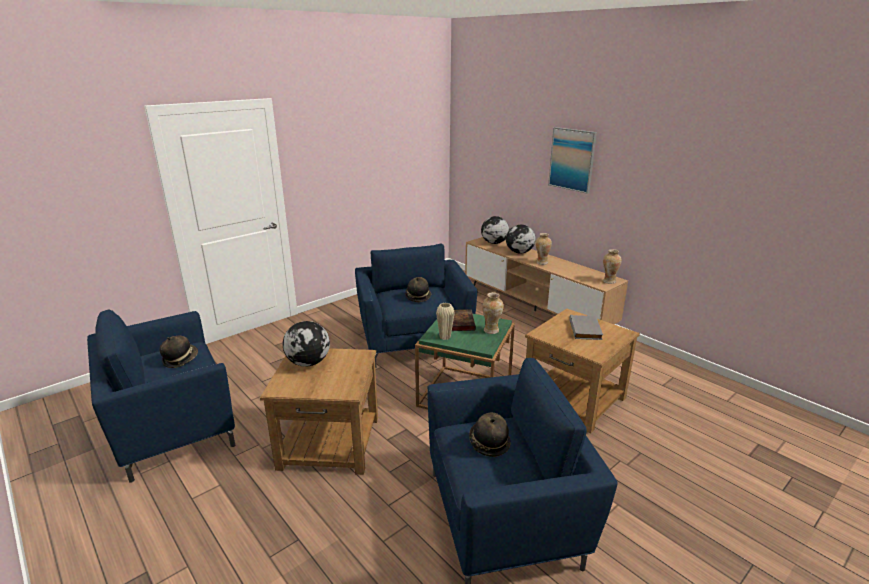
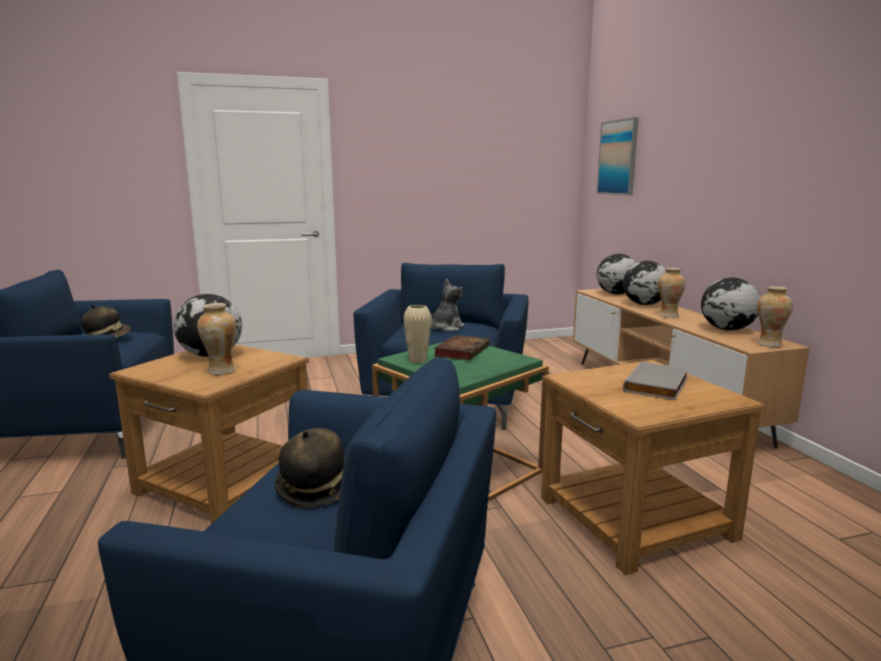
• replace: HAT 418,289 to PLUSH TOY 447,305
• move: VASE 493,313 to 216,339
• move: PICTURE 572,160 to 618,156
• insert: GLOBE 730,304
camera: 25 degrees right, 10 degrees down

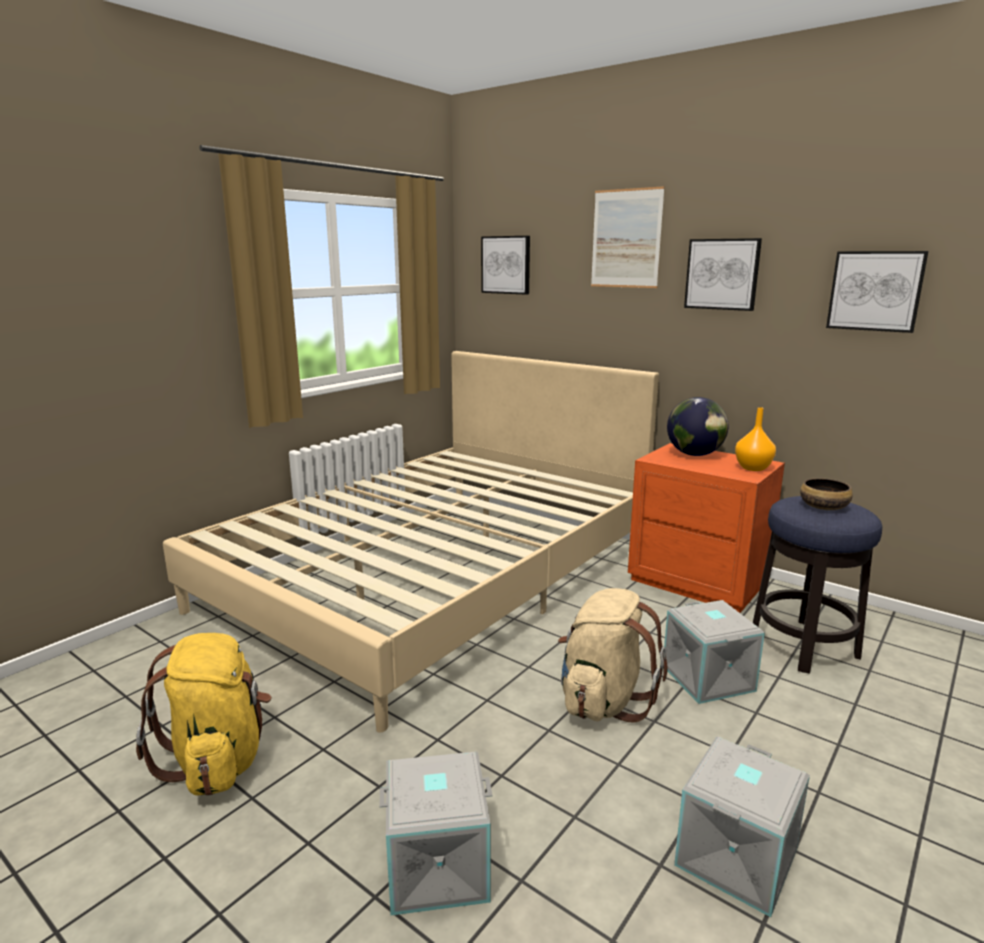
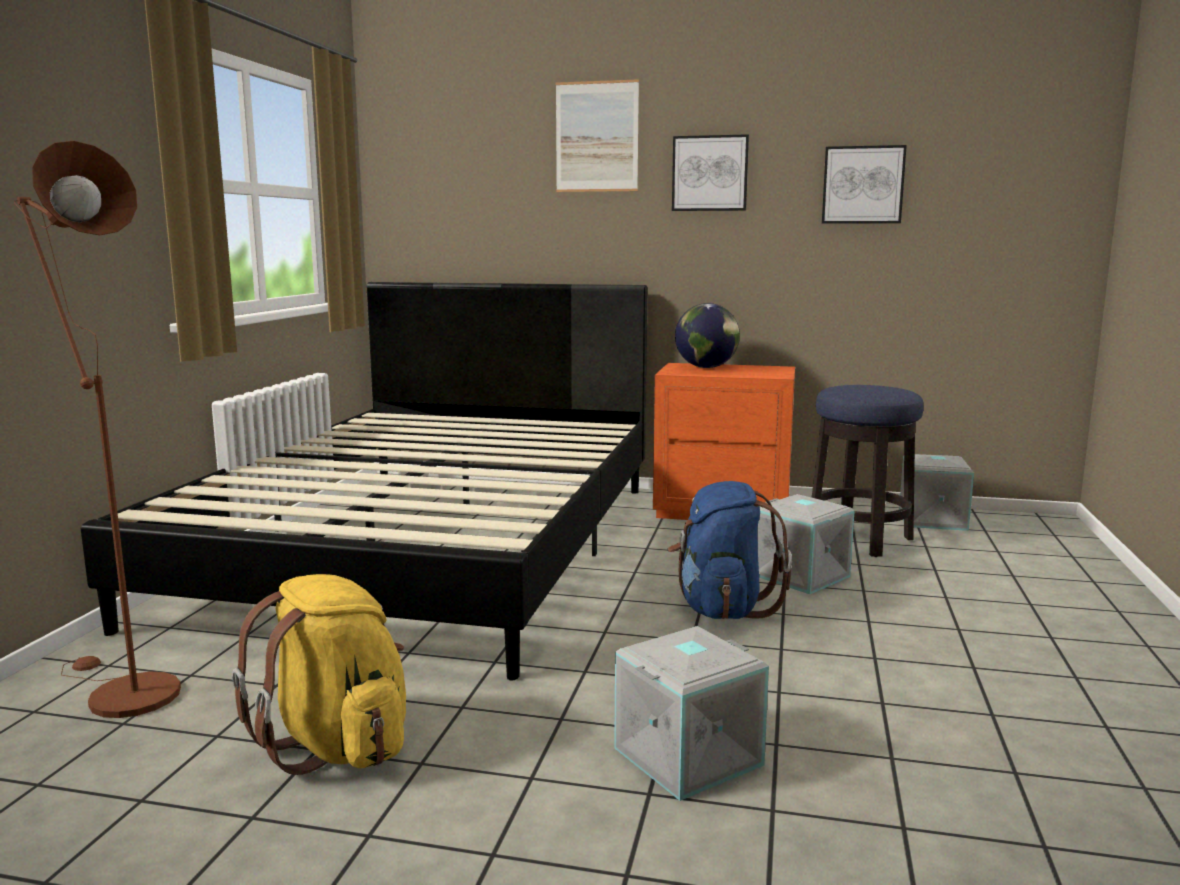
• recolor: BEIGE BED 411,542 to BLACK BED 364,481
• delete: PICTURE 505,265
• recolor: BEIGE BACKPACK 613,655 to BLUE BACKPACK 729,550
• move: GREY STORAGE BOX 742,827 to 936,492
• delete: ORANGE VASE 755,439
• delete: BOWL 826,494
• insert: BROWN FLOOR LAMP 97,429
camera: 25 degrees left, 5 degrees down

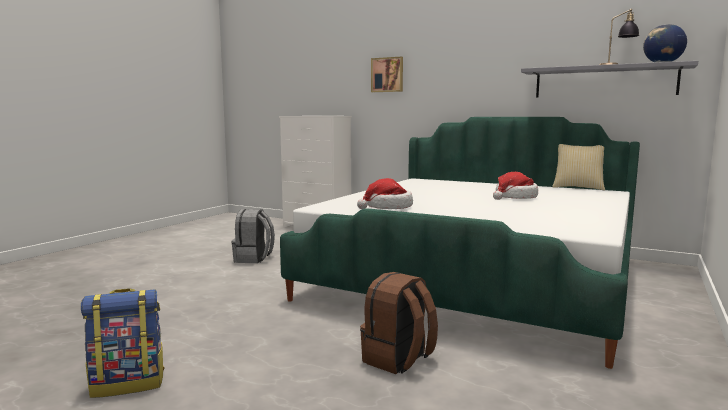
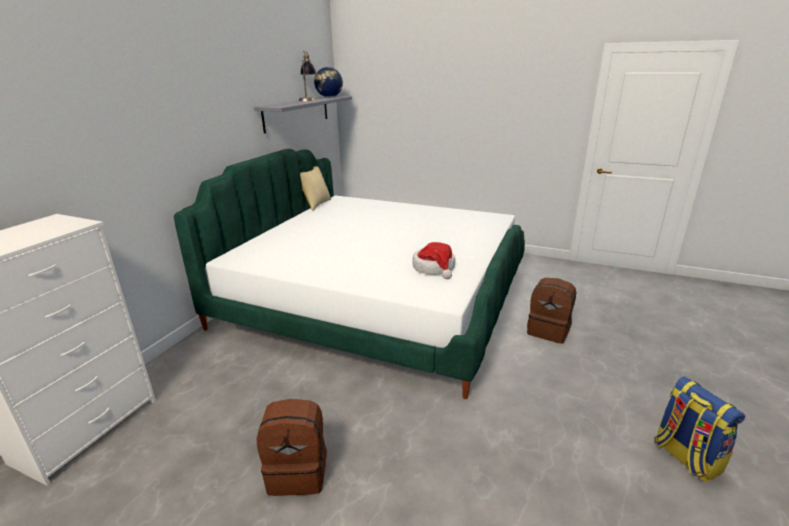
• recolor: GREY BACKPACK 253,236 to BROWN BACKPACK 291,447
• delete: PICTURE 387,74
• delete: HAT 515,186
camera: 95 degrees left, 15 degrees up

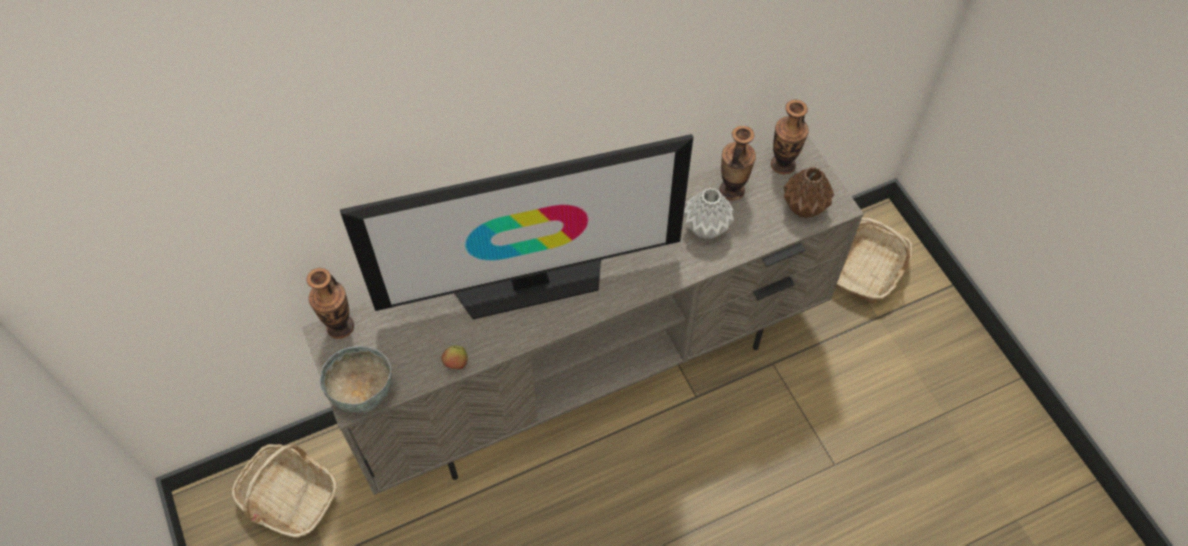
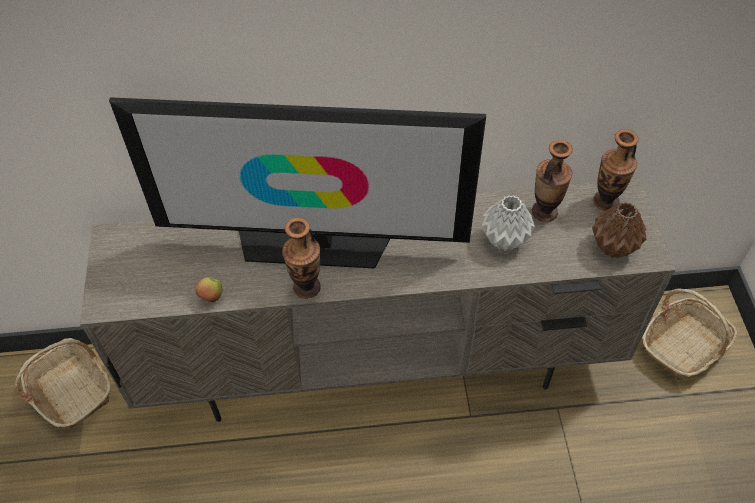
• move: VASE 330,303 to 301,258
• delete: GREY BOWL 356,379
camera: 20 degrees right, 5 degrees down

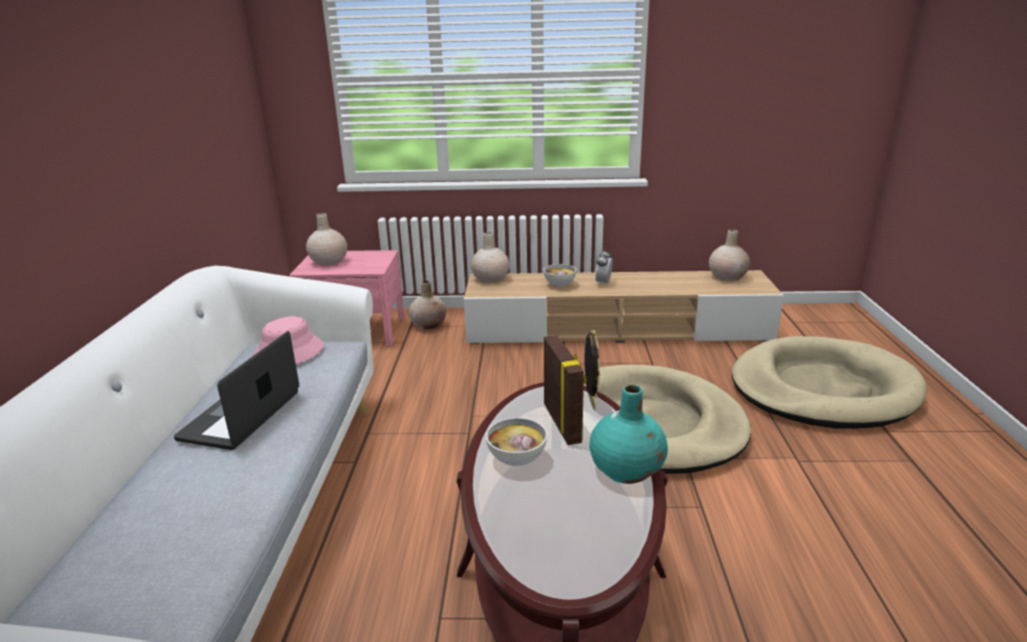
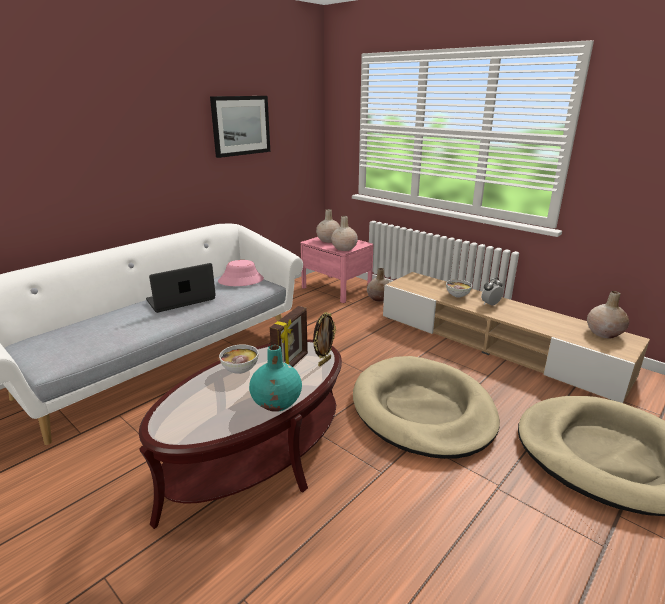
• move: BEIGE VASE 490,257 to 344,233
• insert: PICTURE 240,127
camera: 40 degrees right, 0 degrees up

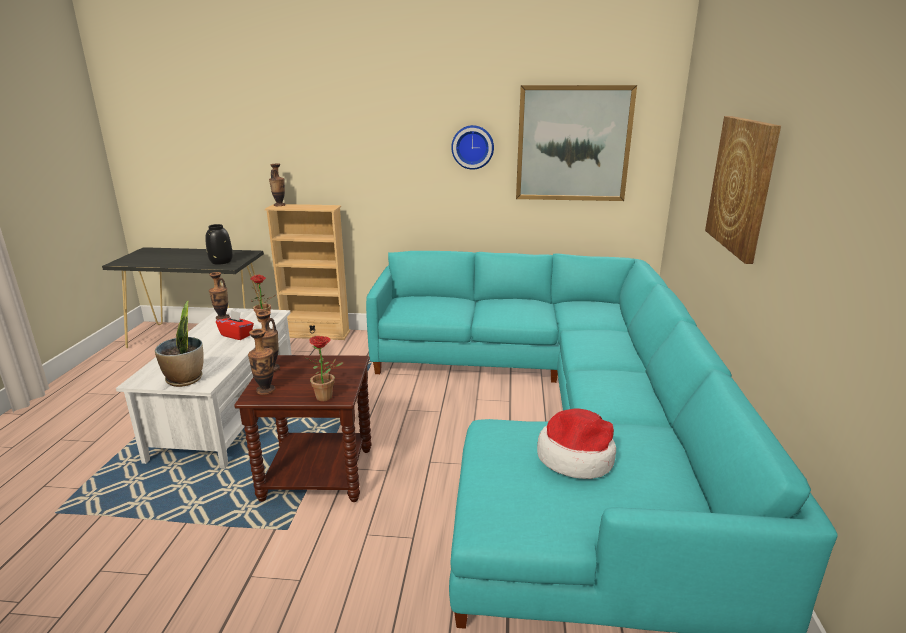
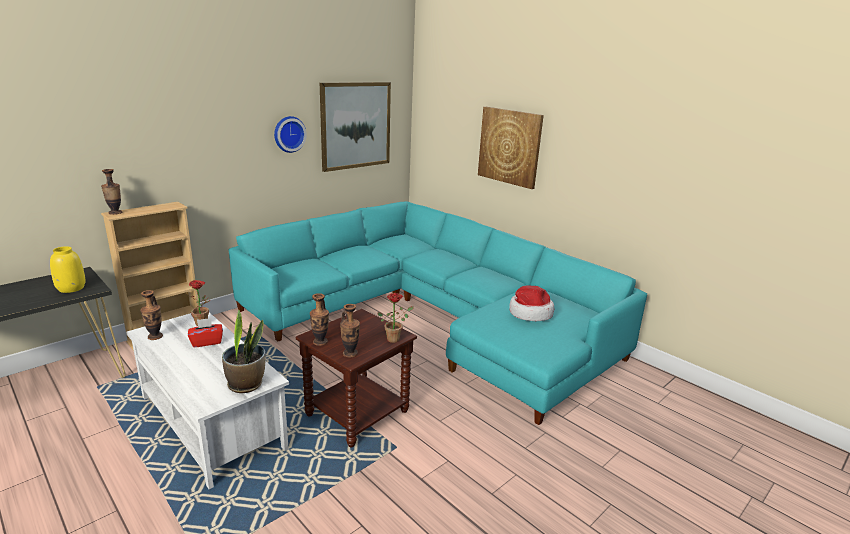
• recolor: BLACK VASE 219,244 to YELLOW VASE 68,269
camera: 50 degrees left, 0 degrees up

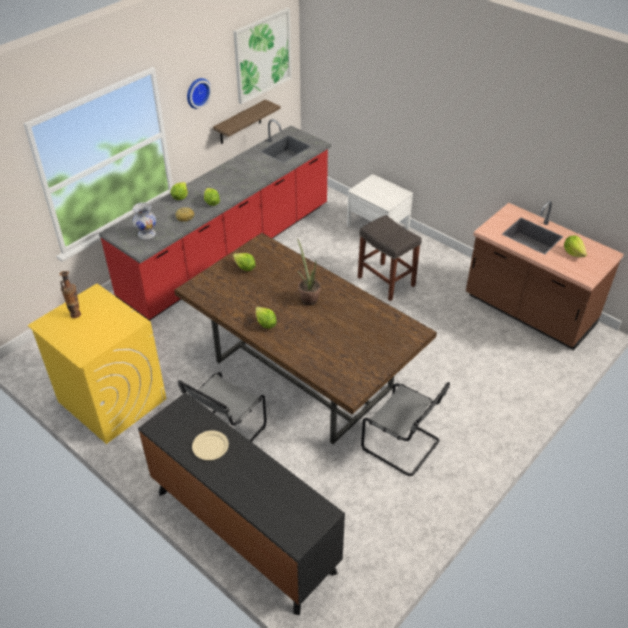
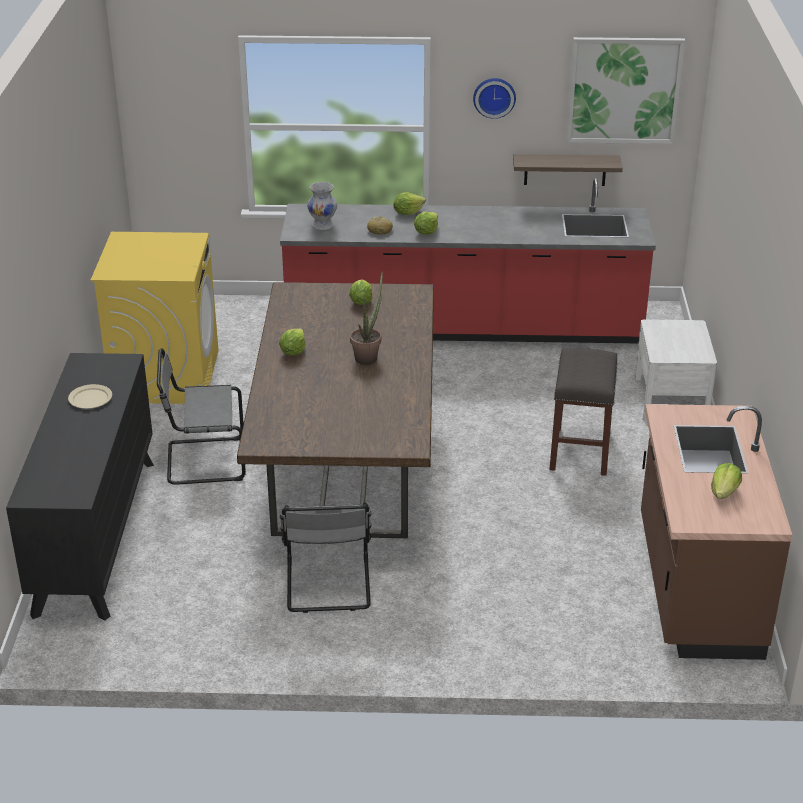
• delete: VASE 70,294
camera: 50 degrees right, 10 degrees down

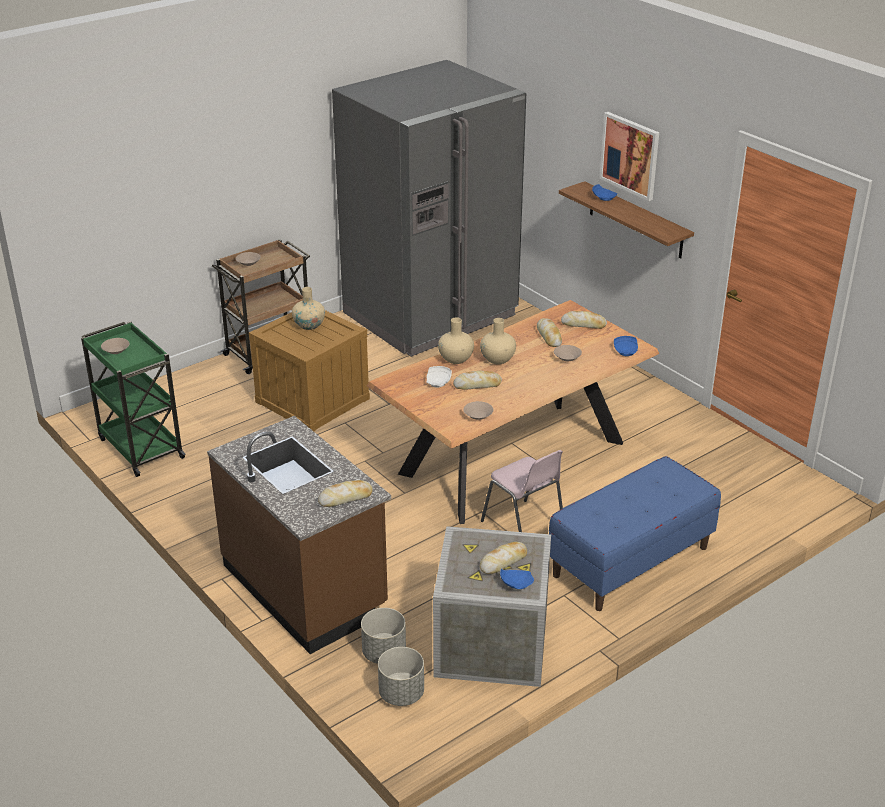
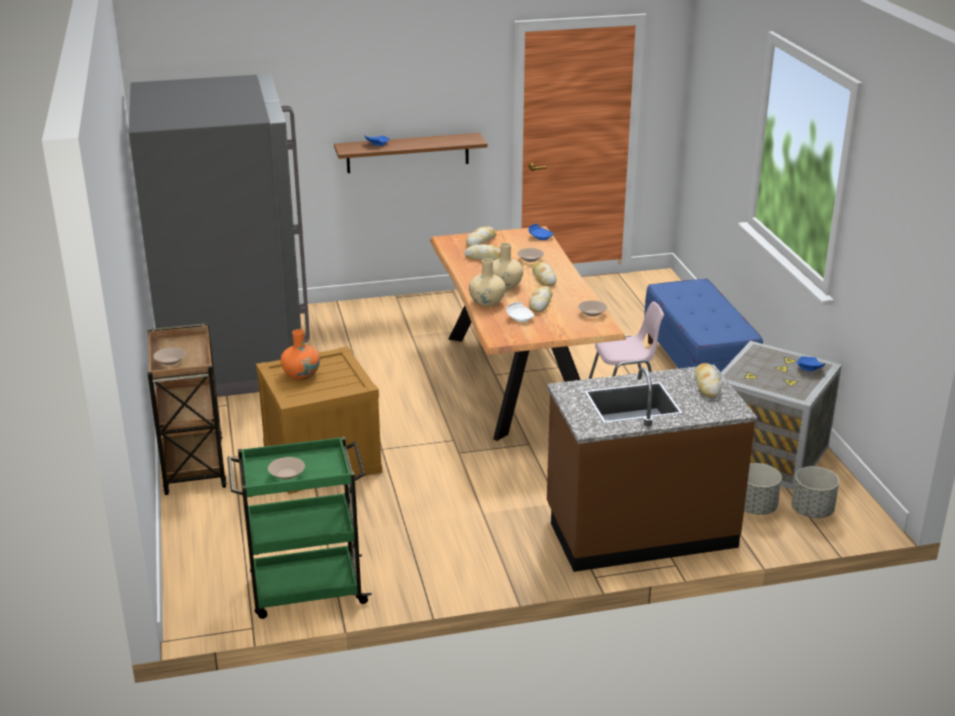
• recolor: BEIGE VASE 308,308 to ORANGE VASE 300,354
• move: BREAD 503,558 to 544,273
• delete: PICTURE 629,156
camera: 65 degrees left, 5 degrees down

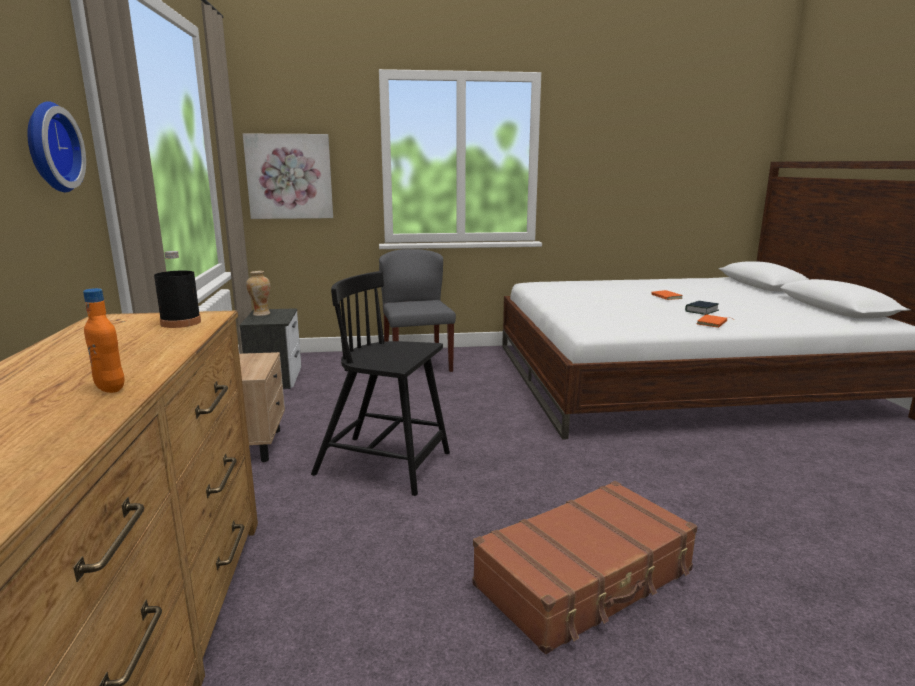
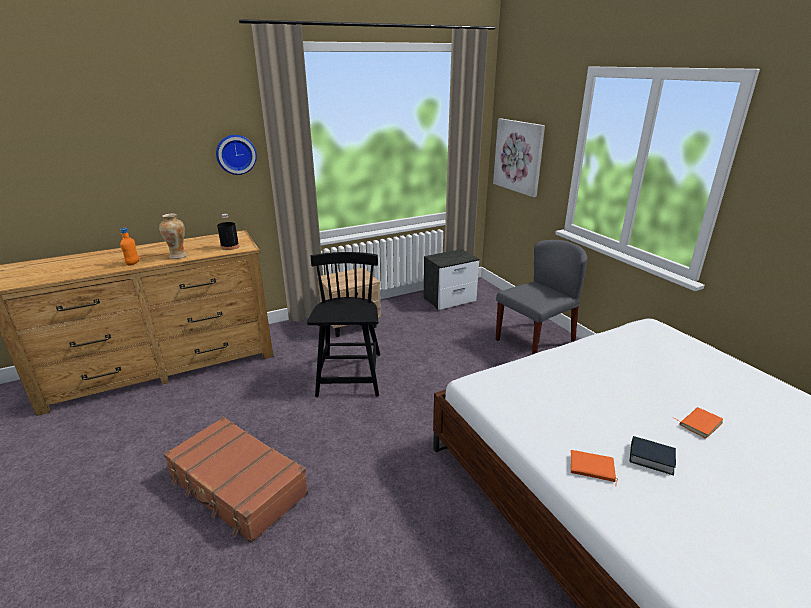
• move: VASE 258,293 to 173,236
camera: 70 degrees right, 10 degrees up

